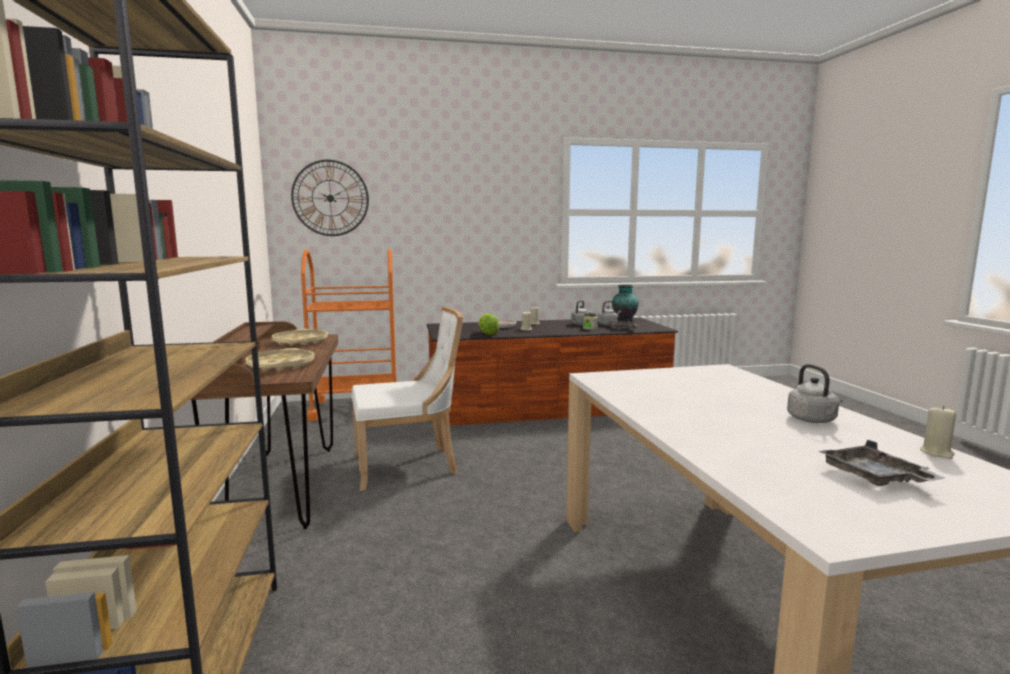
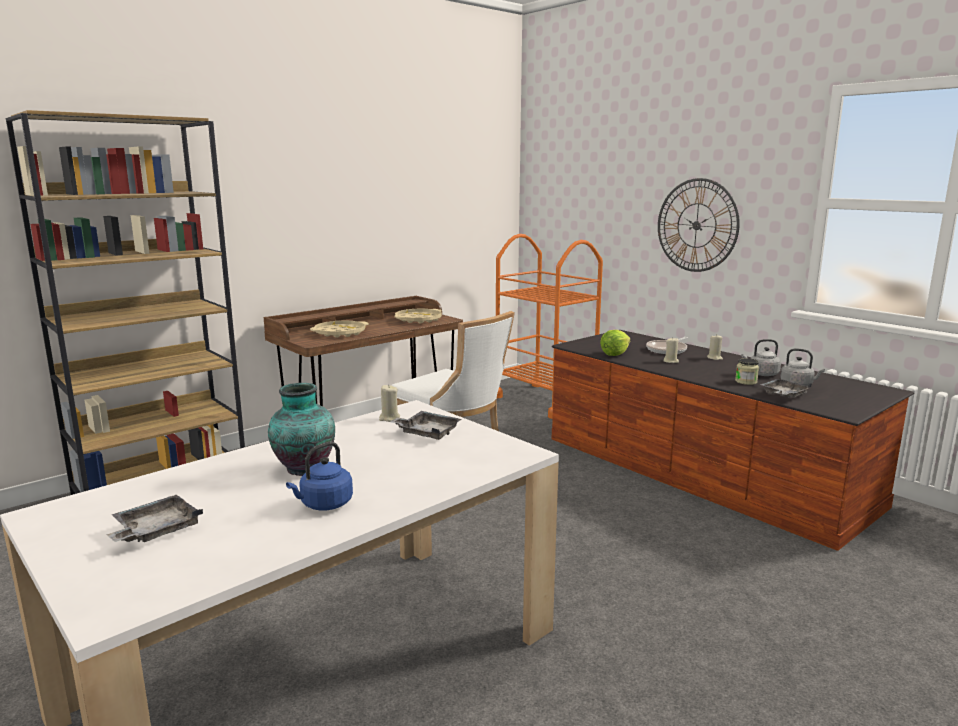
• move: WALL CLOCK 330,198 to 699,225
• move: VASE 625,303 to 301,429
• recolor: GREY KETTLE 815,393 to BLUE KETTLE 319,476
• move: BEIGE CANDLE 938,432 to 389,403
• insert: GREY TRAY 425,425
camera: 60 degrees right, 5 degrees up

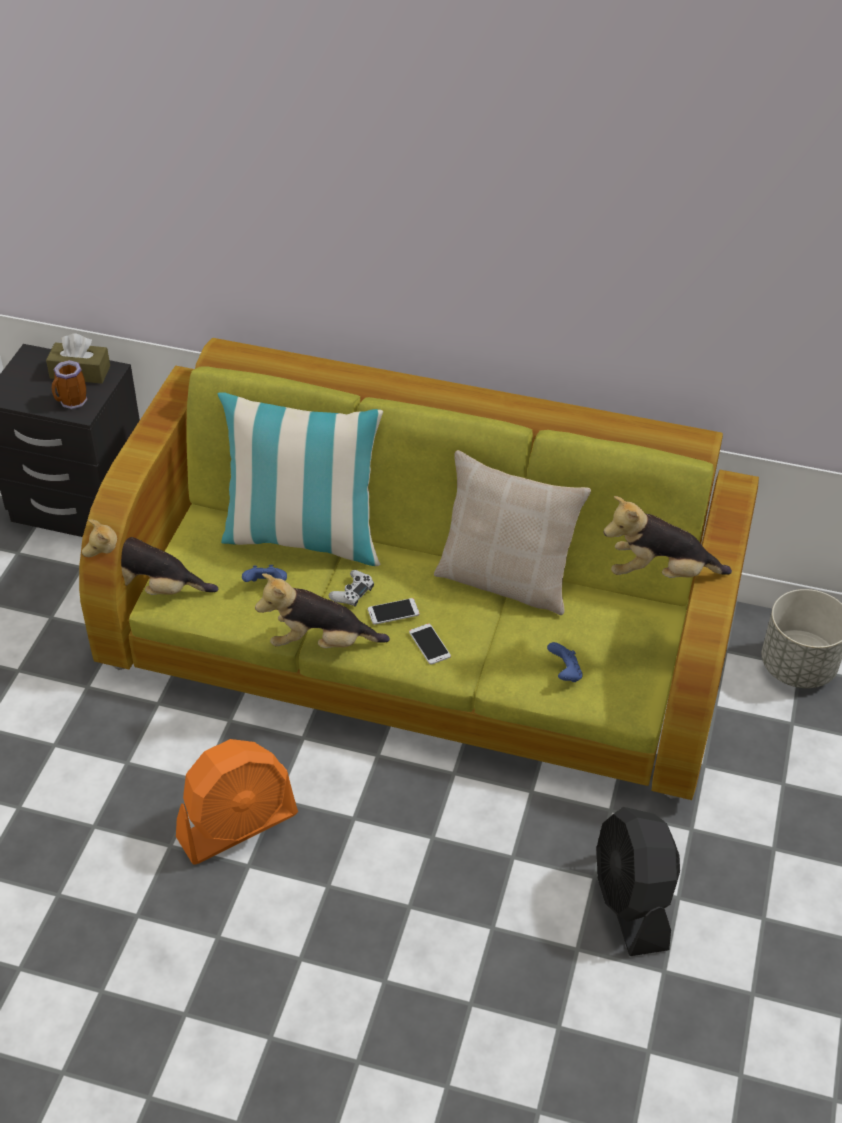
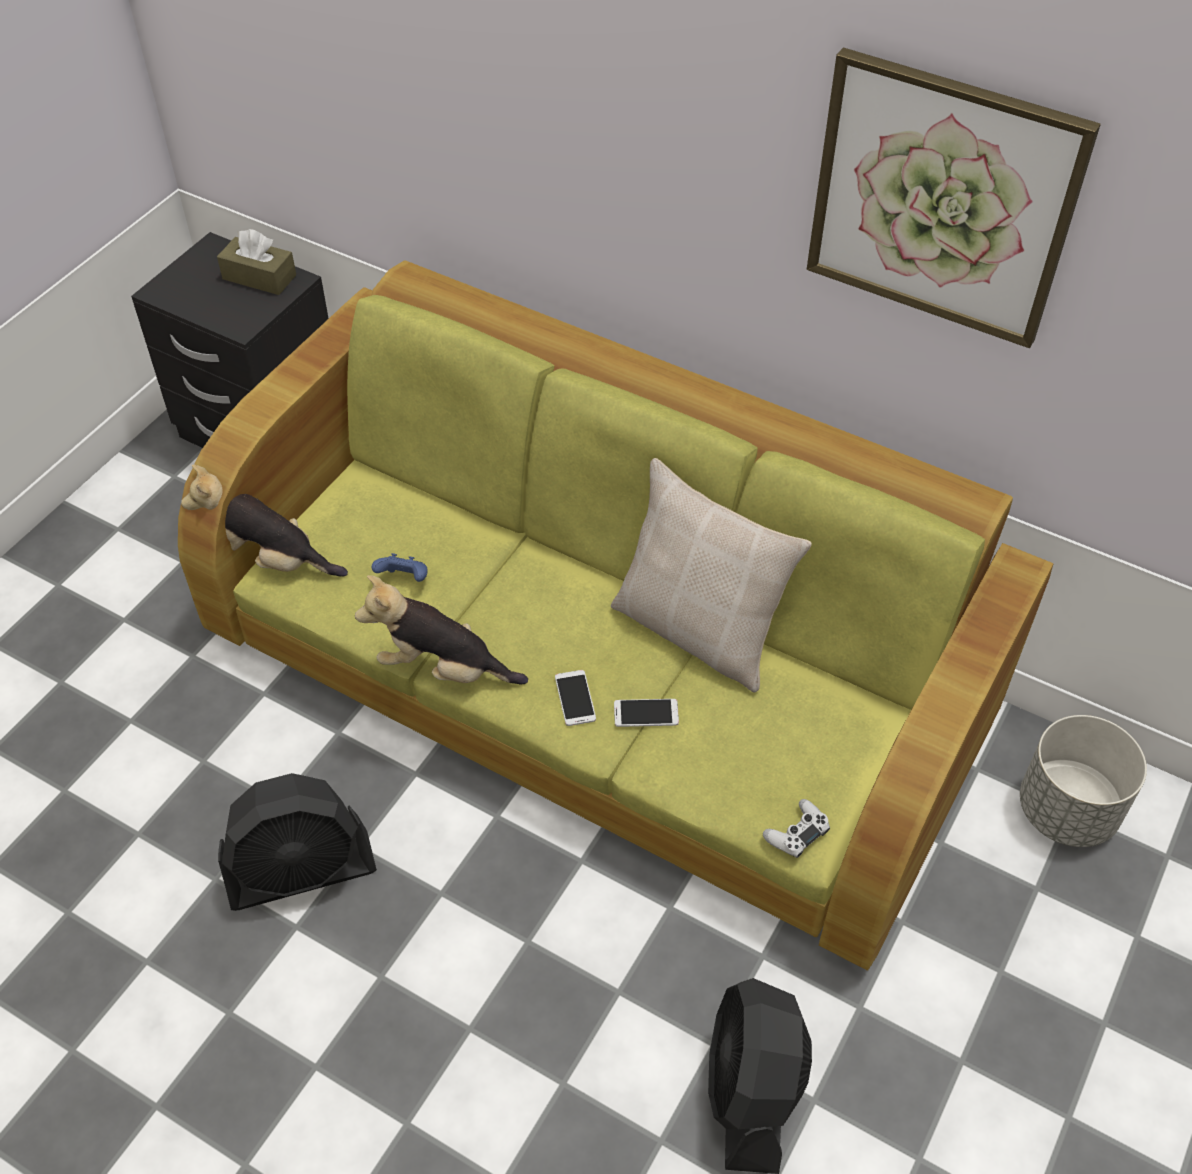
• delete: MUG 70,384
• recolor: ORANGE FAN 237,801 to BLACK FAN 297,842
• delete: PILLOW 300,479
• move: WHITE GAME CONTROLLER 351,588 to 796,828
• move: PHONE 393,611 to 646,713
• delete: BLUE GAME CONTROLLER 565,662
• delete: PLUSH TOY 668,537
• insert: PICTURE 954,198
camera: 15 degrees right, 5 degrees up

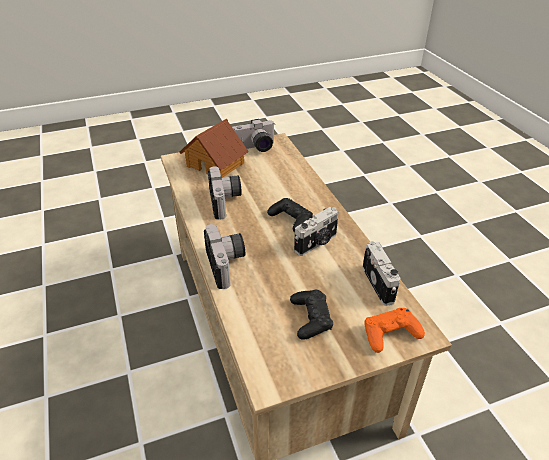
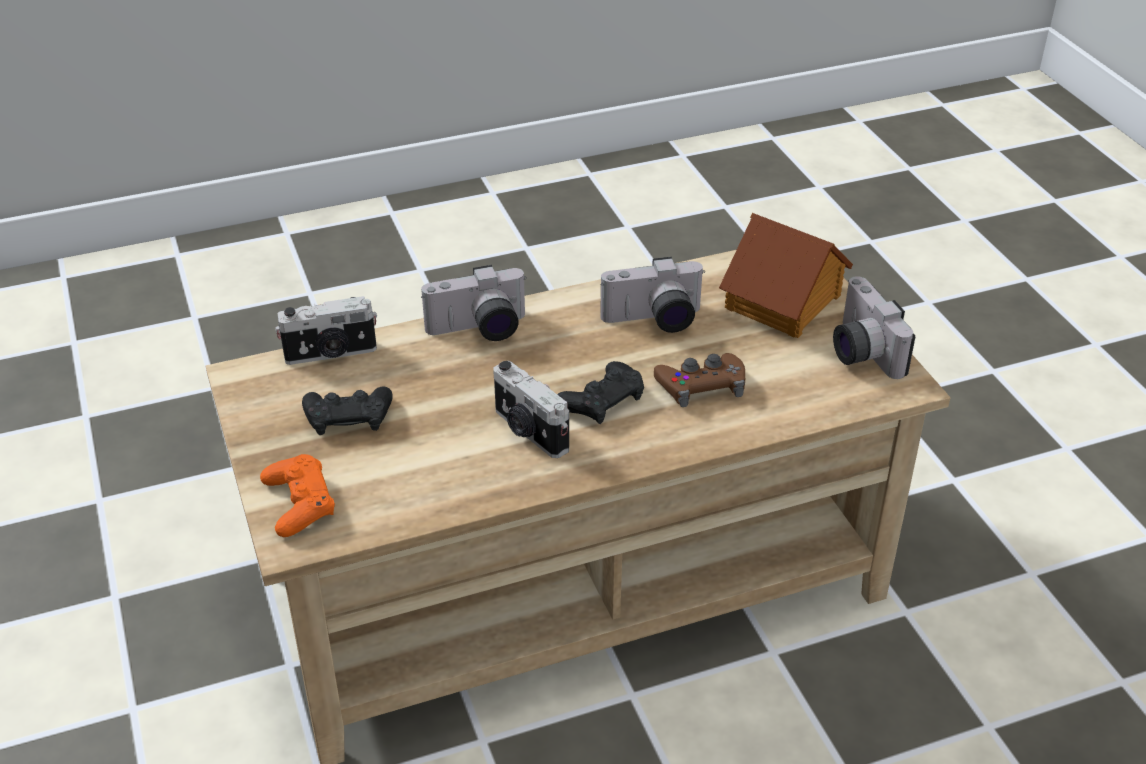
• move: PHOTO CAMERA 381,273 to 326,330
• insert: BROWN GAME CONTROLLER 699,380
camera: 90 degrees right, 0 degrees up

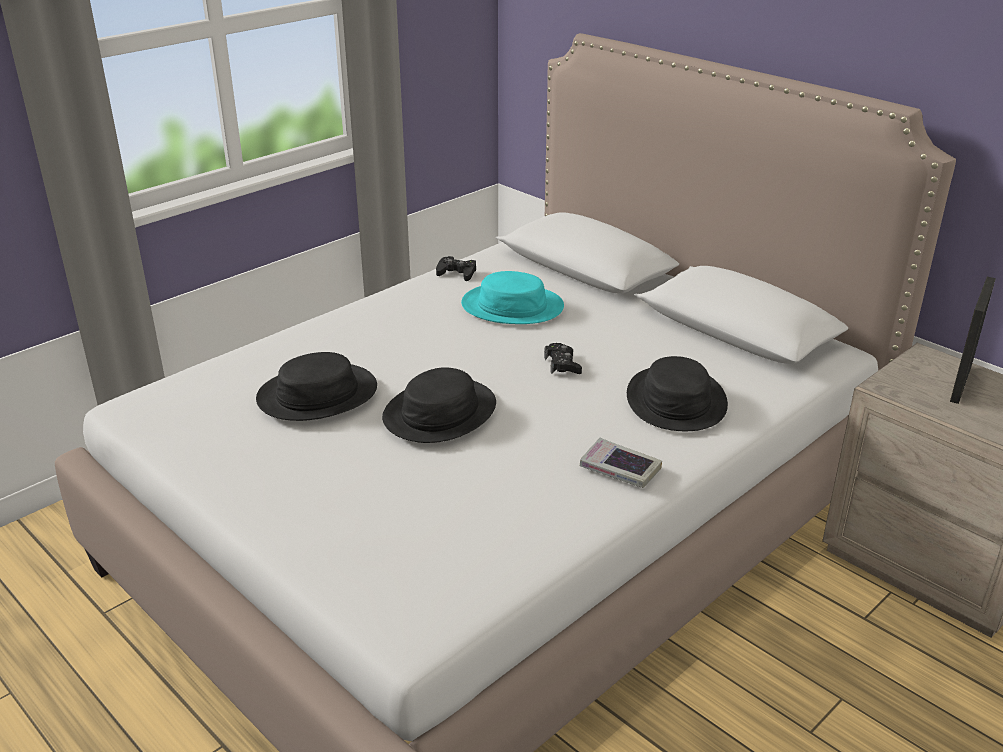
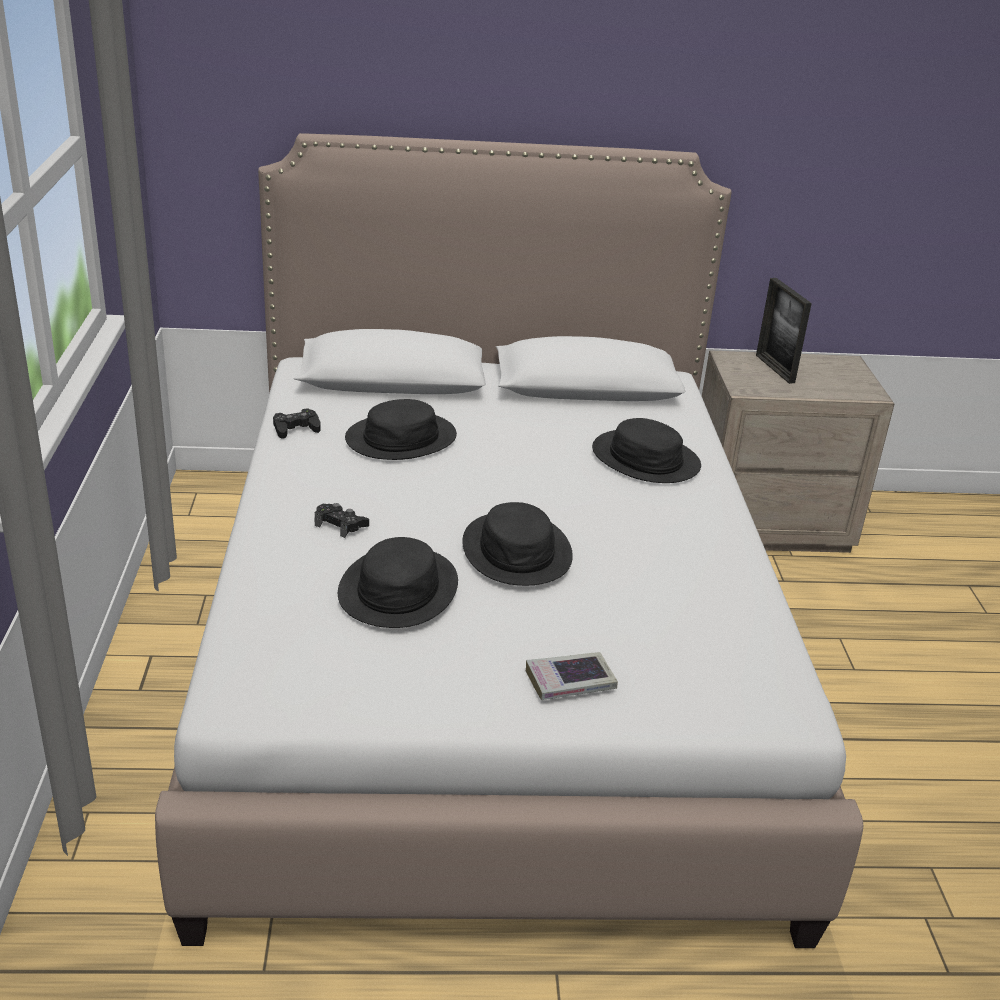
• recolor: TURQUOISE HAT 512,297 to BLACK HAT 401,429
• move: BLACK GAME CONTROLLER 563,358 to 342,520
• move: BOOK 621,463 to 572,676
camera: 50 degrees left, 0 degrees up

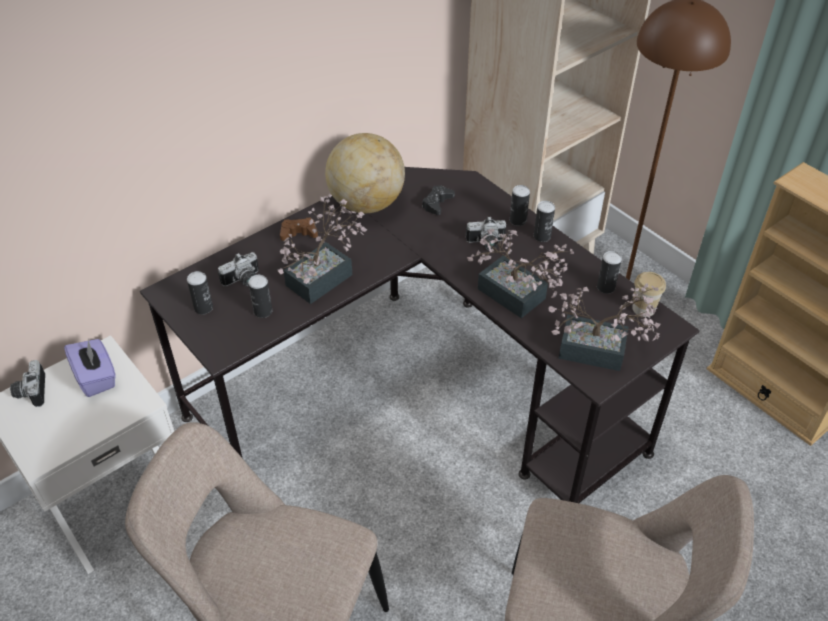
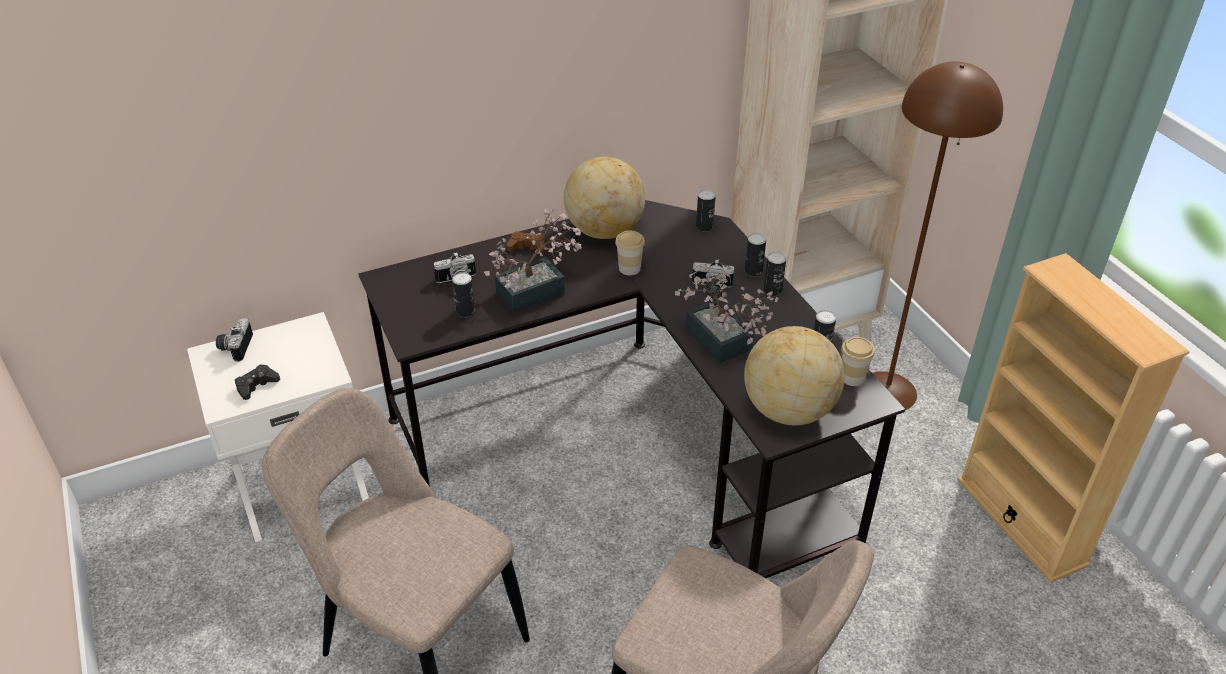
• delete: PURPLE TISSUE BOX 90,367
• move: CAN 200,293 to 706,210
• move: BLACK GAME CONTROLLER 438,200 to 257,382
• replace: POTTED PLANT 605,327 to GLOBE 794,375
• insert: CUP 630,253
camera: 15 degrees right, 5 degrees down

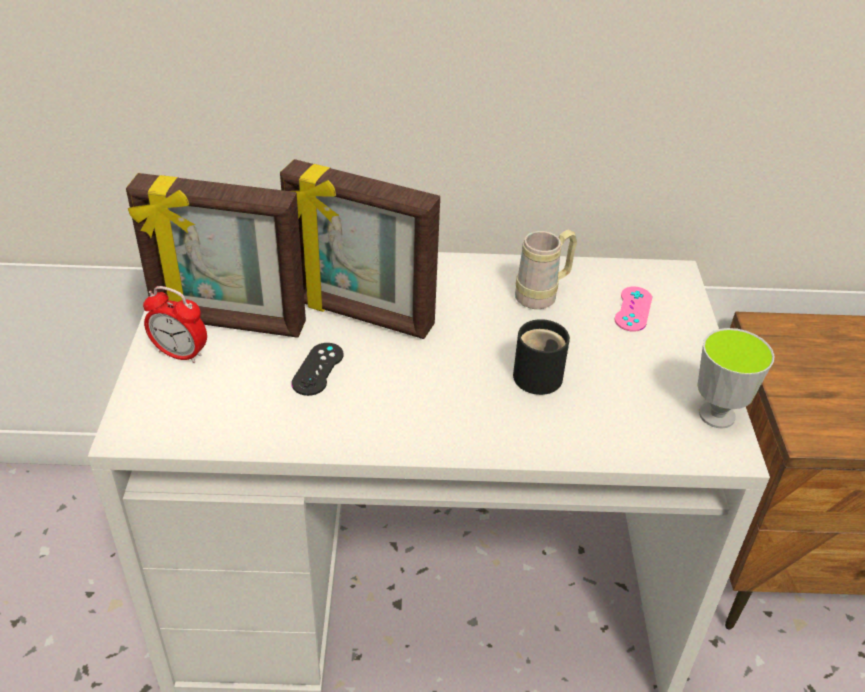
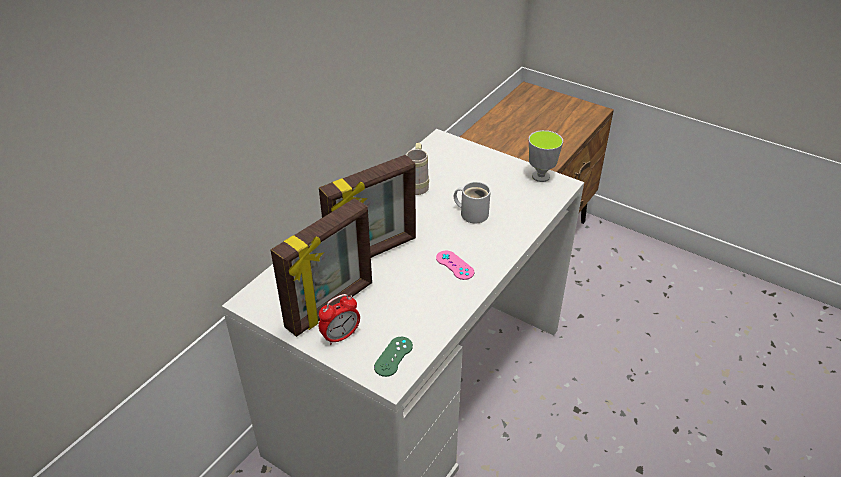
• delete: BLACK GAME CONTROLLER 317,369
• recolor: BLACK MUG 541,357 to WHITE MUG 472,202
• move: PINK GAME CONTROLLER 633,309 to 455,265
• insert: GREEN GAME CONTROLLER 393,357
camera: 55 degrees left, 0 degrees up

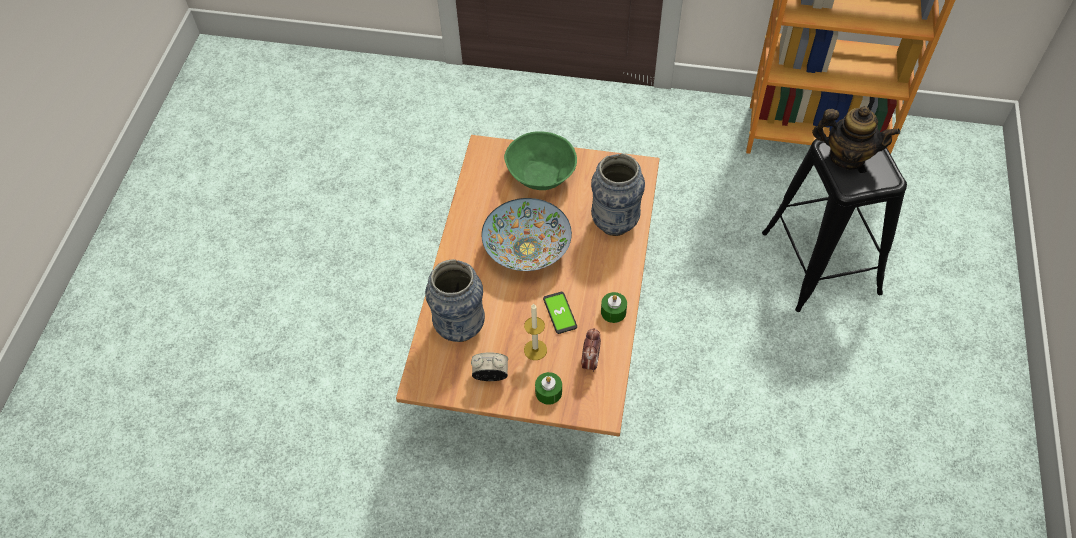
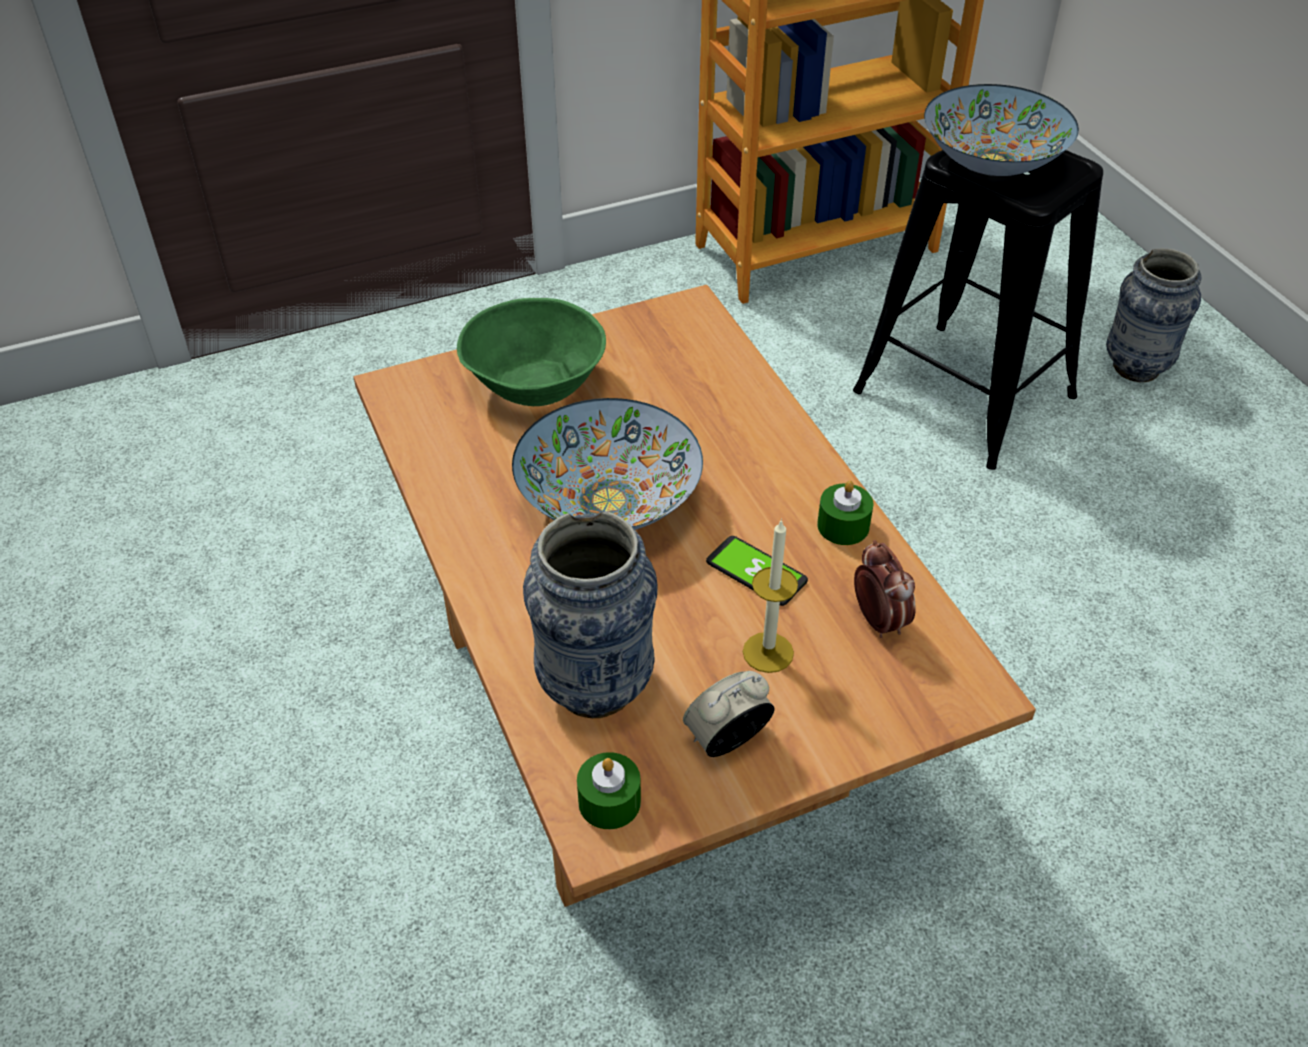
• move: GREEN CANDLE 548,388 to 609,790
• move: VASE 618,194 to 1153,315
• replace: TEAPOT 856,138 to BOWL 1001,130
camera: 35 degrees left, 10 degrees down

